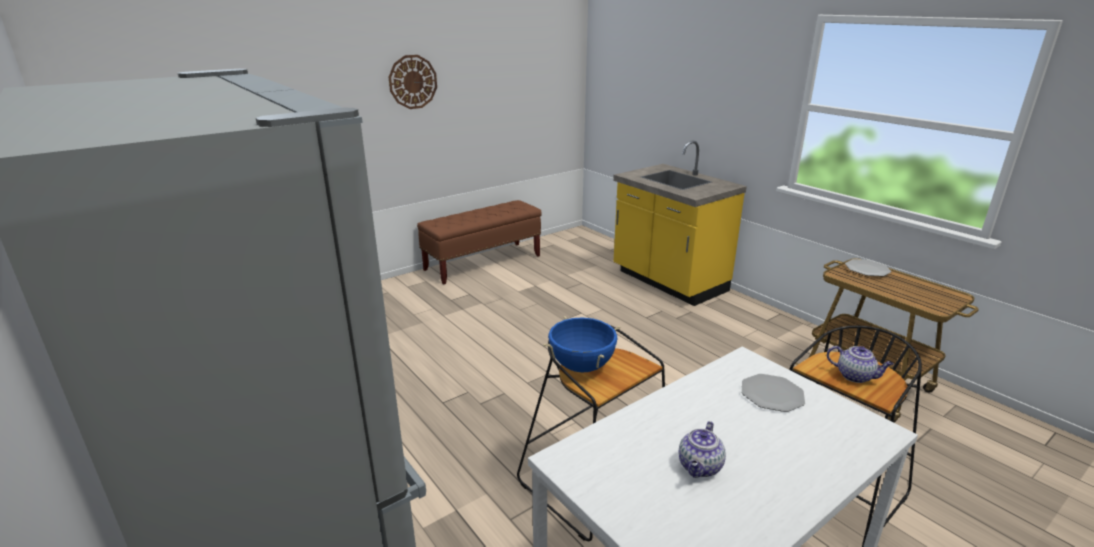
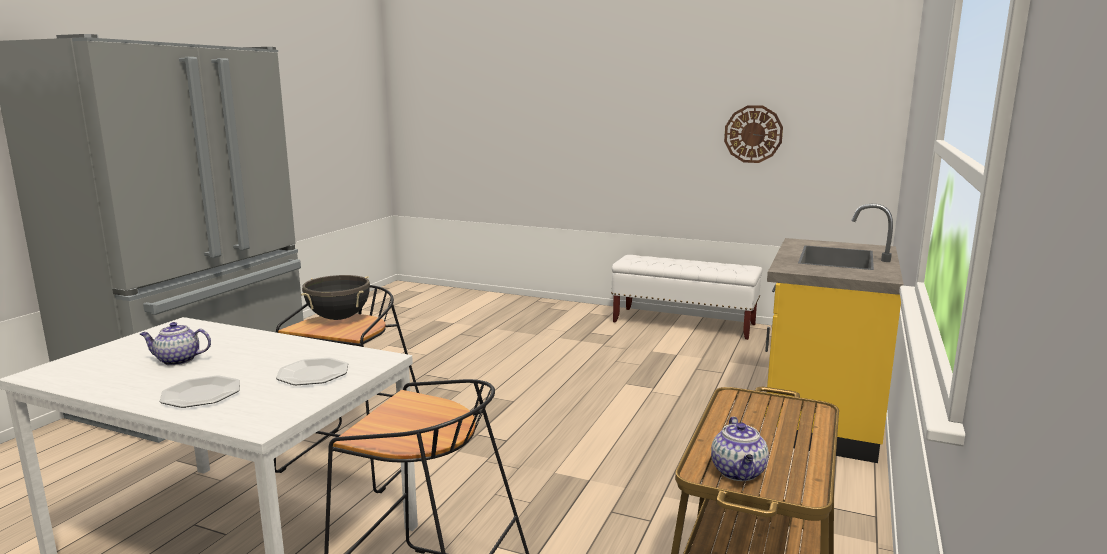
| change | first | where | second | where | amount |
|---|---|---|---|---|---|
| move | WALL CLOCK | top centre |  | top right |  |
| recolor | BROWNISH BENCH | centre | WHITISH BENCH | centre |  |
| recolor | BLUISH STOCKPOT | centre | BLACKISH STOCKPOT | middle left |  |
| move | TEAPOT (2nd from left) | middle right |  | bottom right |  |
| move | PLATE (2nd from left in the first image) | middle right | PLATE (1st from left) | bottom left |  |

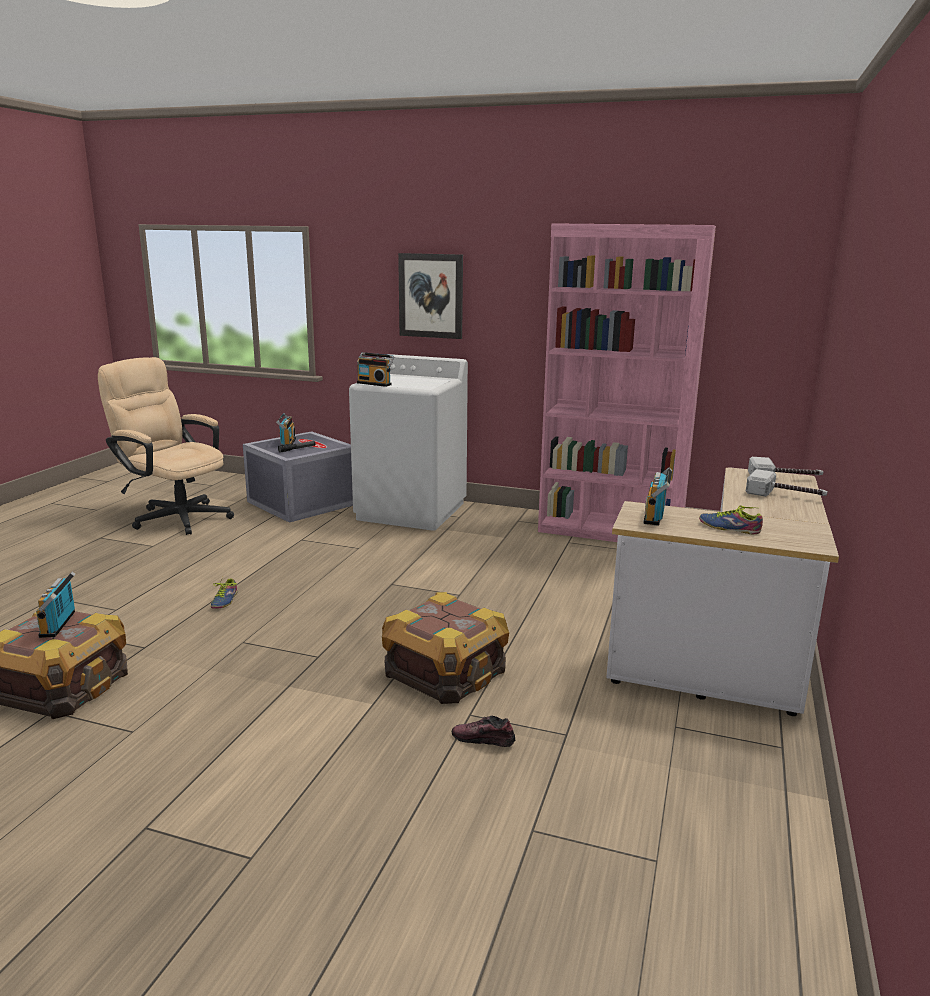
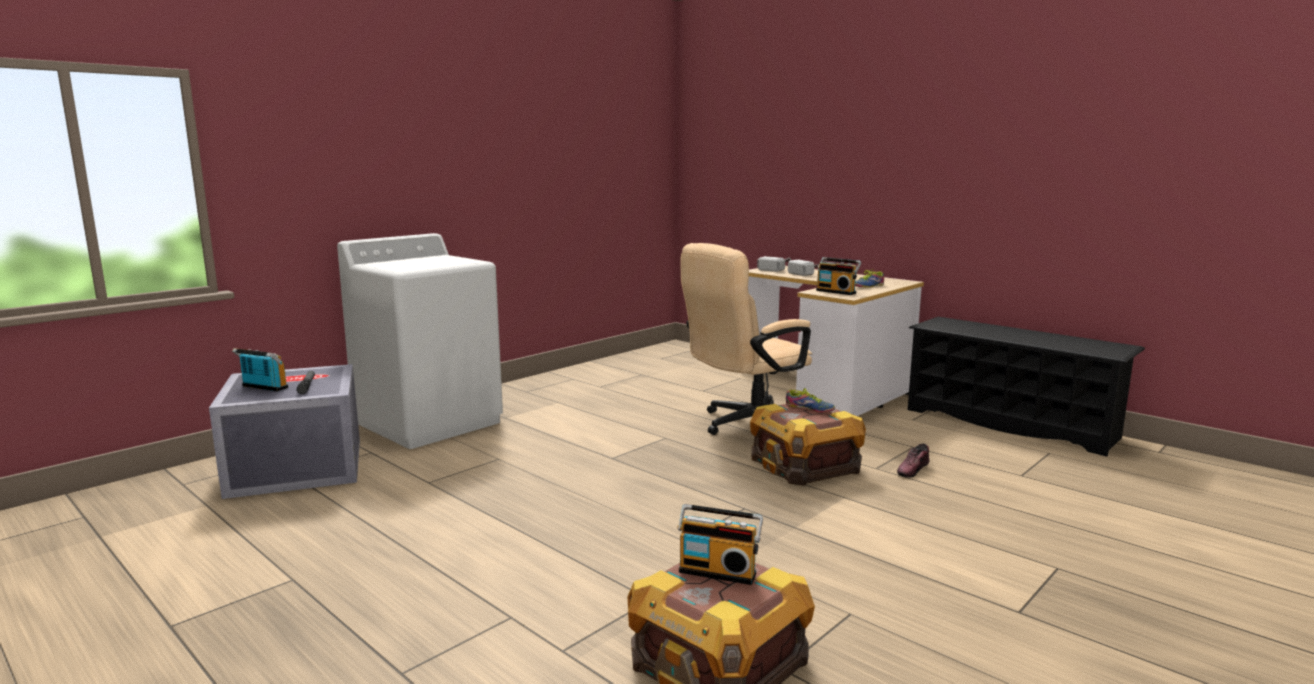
| change | first | where | second | where | amount |
|---|---|---|---|---|---|
| move | BEIGE DESK CHAIR | middle left |  | centre |  |
| move | SHOE (1st from left) | middle left |  | centre |  |
| delete | RADIO (3rd from left) | centre |  |  |  |
| delete | PICTURE | top centre |  |  |  |
| delete | PINKISH BOOKSHELF | middle right |  |  |  |
| insert |  |  | BLACKISH SHOE RACK | middle right |  |

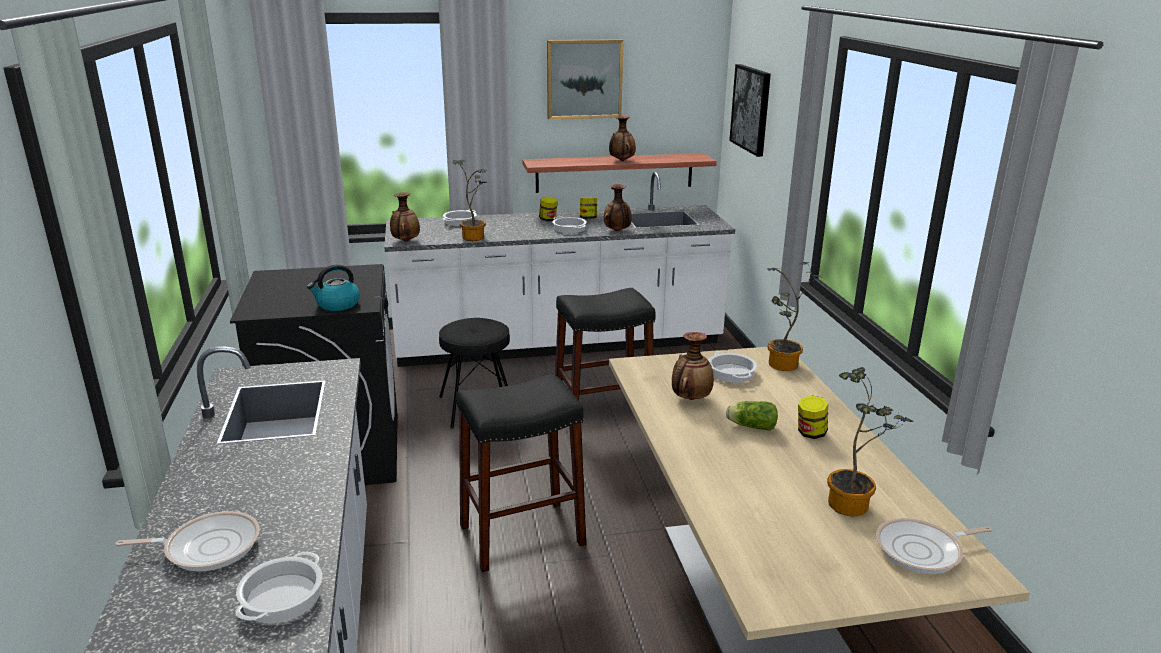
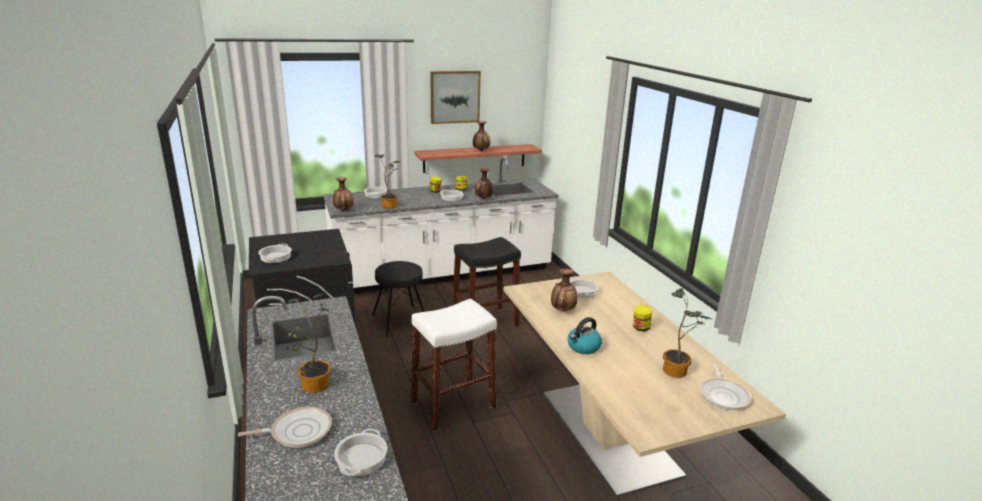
| change | first | where | second | where | amount |
|---|---|---|---|---|---|
| move | WATER KETTLE | middle left |  | bottom centre |  |
| recolor | BLACKISH STOOL (2nd from left) | bottom centre | WHITISH STOOL | bottom centre |  |
| delete | LETTUCE HEAD | centre |  |  |  |
| delete | PICTURE (2nd from left) | top centre |  |  |  |
| move | POTTED PLANT (2nd from left in the first image) | middle right | POTTED PLANT (1st from left) | bottom left |  |
| rotate | SKILLET (2nd from left) | bottom right |  | bottom right | 60 degrees counterclockwise |
| insert |  |  | STOCKPOT (1st from left) | middle left |  |

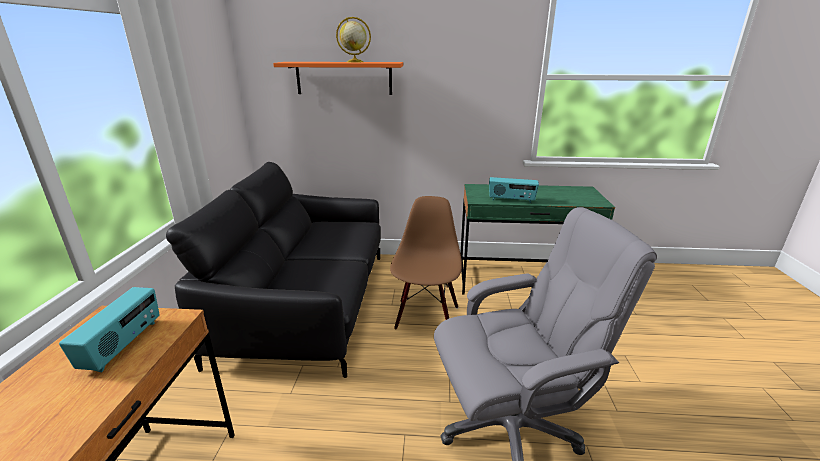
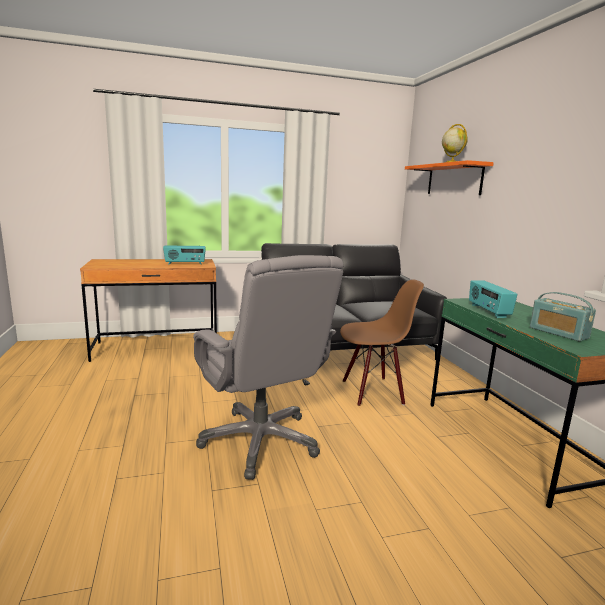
| change | first | where | second | where | amount |
|---|---|---|---|---|---|
| insert |  |  | RADIO (3rd from left) | middle right |  |

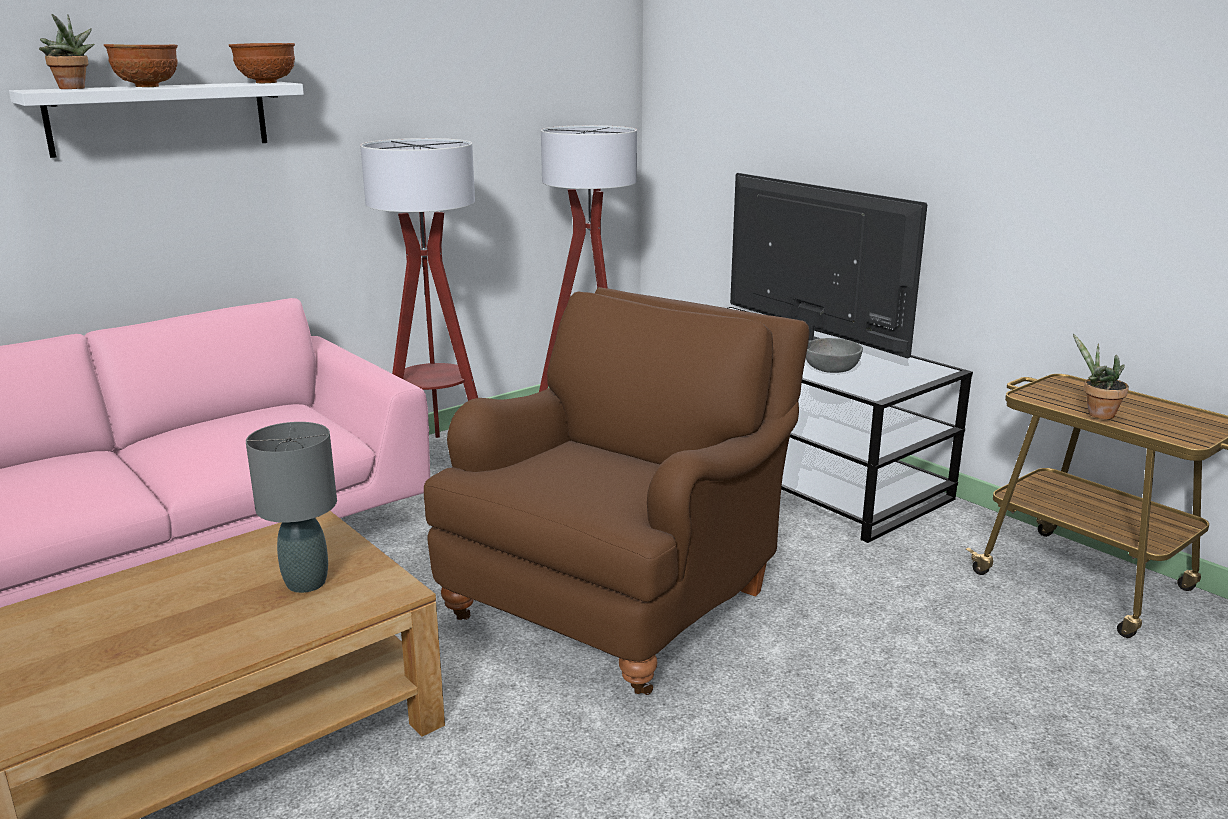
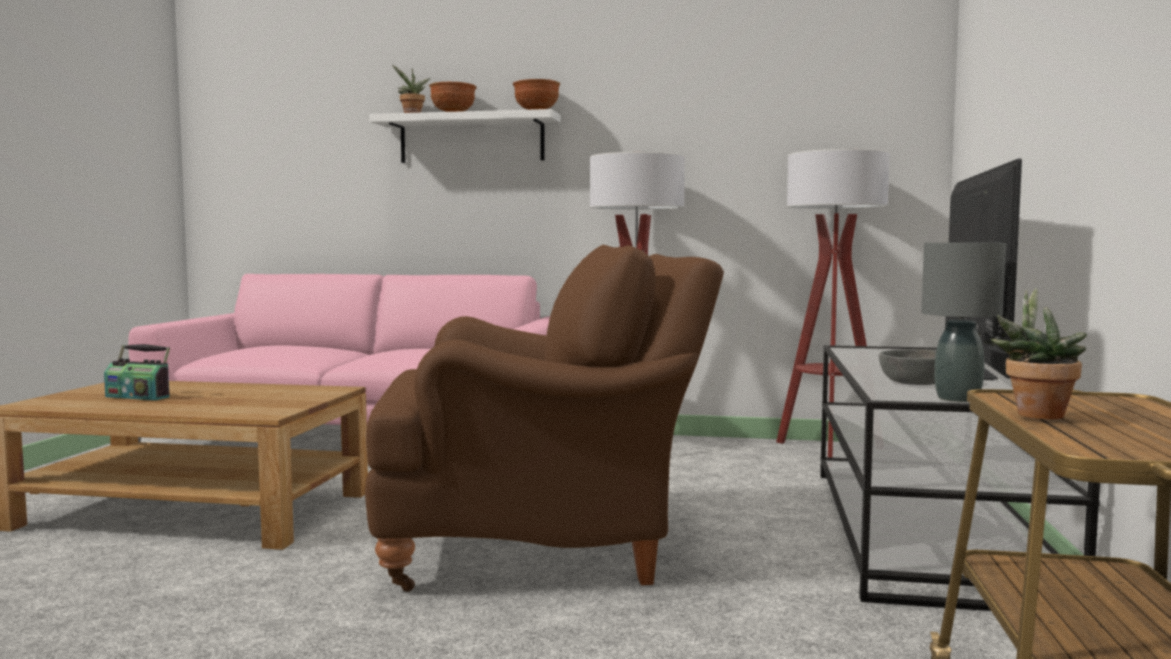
| change | first | where | second | where | amount |
|---|---|---|---|---|---|
| move | GRAY TABLETOP LAMP | middle left |  | middle right |  |
| insert |  |  | RADIO | middle left |  |

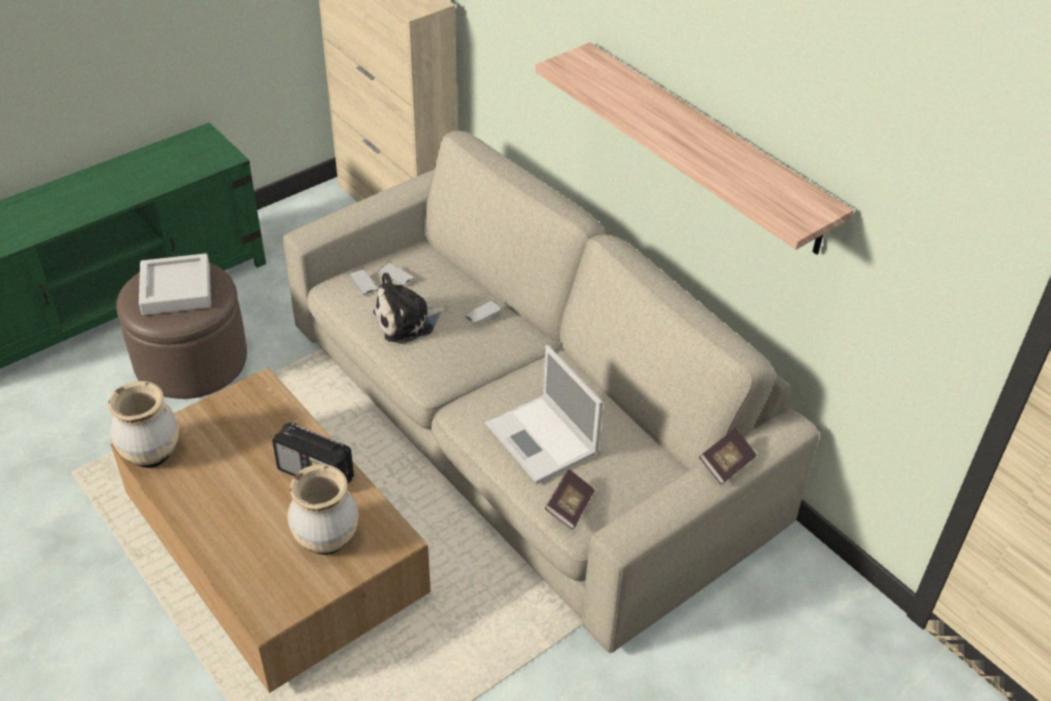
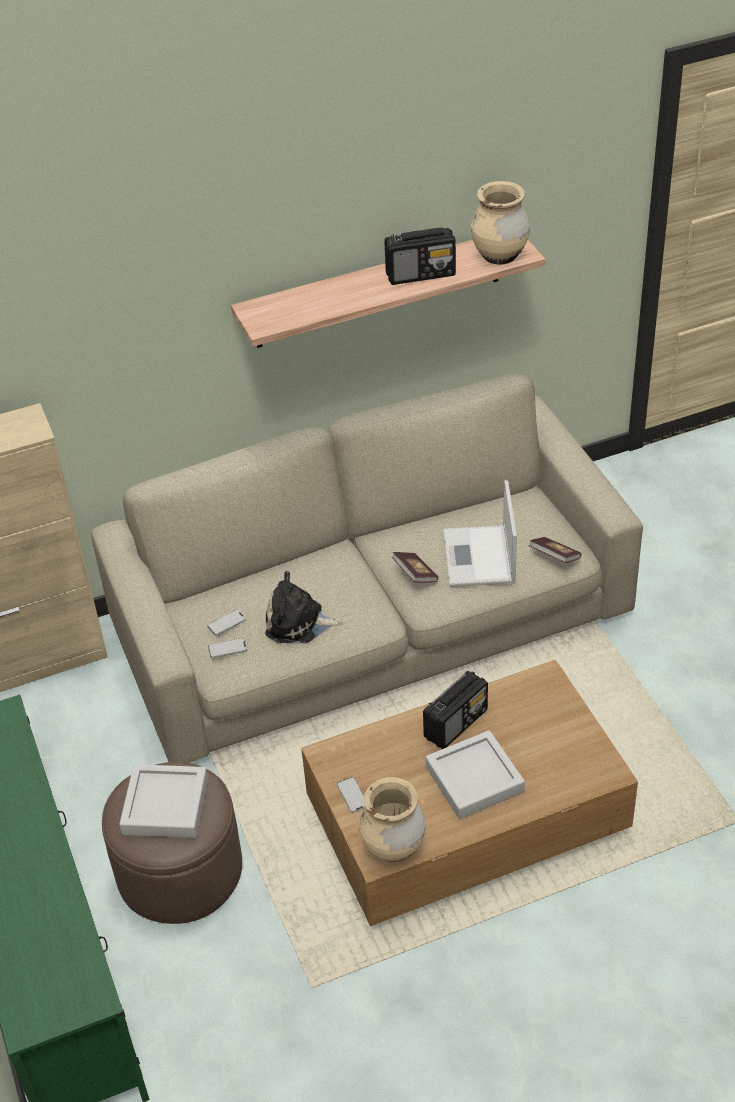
| change | first | where | second | where | amount |
|---|---|---|---|---|---|
| move | BEIGE VASE (2nd from left) | bottom left |  | top right |  |
| rotate | SOFT TOY | centre |  | centre | 105 degrees clockwise |
| move | TELEPHONE (3rd from left) | centre |  | bottom centre |  |
| rotate | LAPTOP | centre |  | centre | 105 degrees clockwise |
| move | VOLUME (2nd from left in the first image) | middle right | VOLUME (1st from left) | centre |  |
| insert |  |  | RADIO (1st from left) | top centre |  |
| insert |  |  | GRAY TRAY (2nd from left) | bottom centre |  |

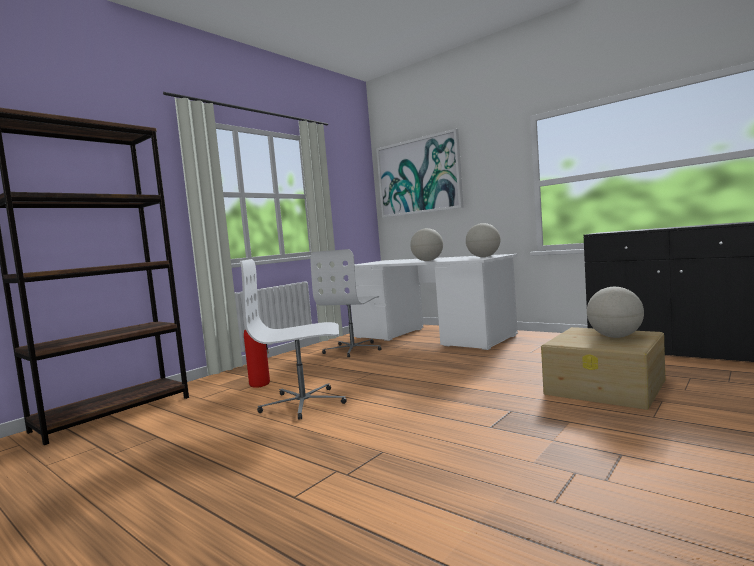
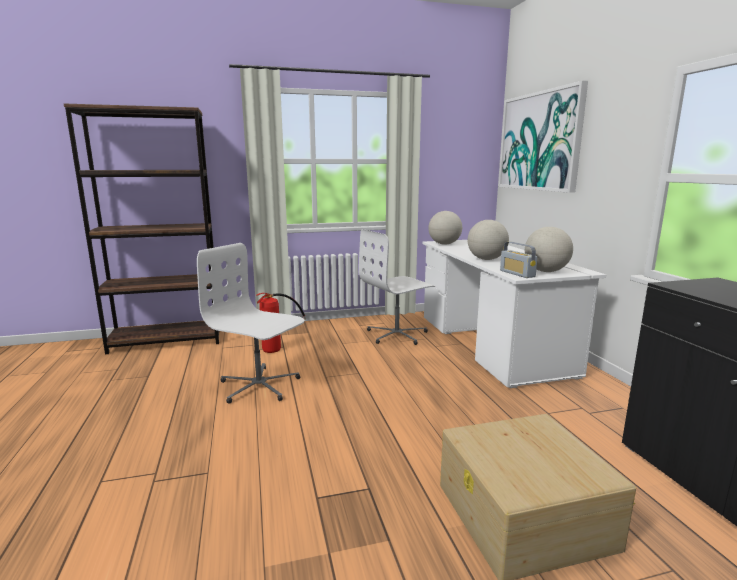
| change | first | where | second | where | amount |
|---|---|---|---|---|---|
| move | WORLD GLOBE (3rd from left in the first image) | middle right | WORLD GLOBE (1st from left) | centre |  |
| insert |  |  | RADIO | middle right |  |

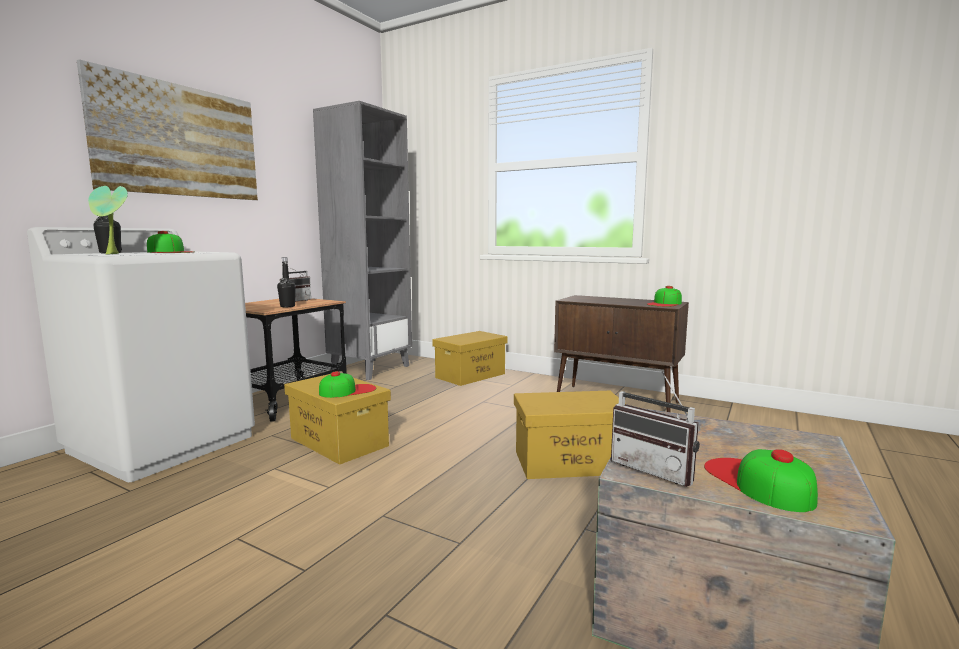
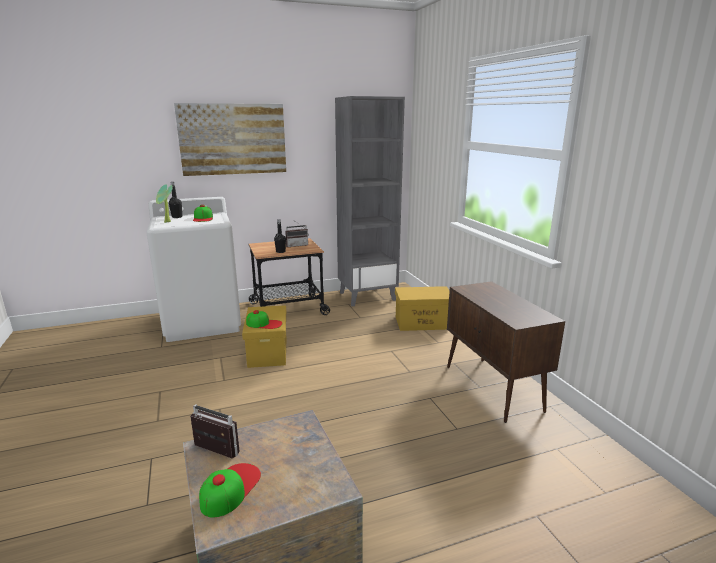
| change | first | where | second | where | amount |
|---|---|---|---|---|---|
| delete | YELLOWISH STORAGE BOX (3rd from left) | bottom centre |  |  |  |
| rotate | RADIO (2nd from left in the first image) | middle right | RADIO (1st from left) | bottom left | 120 degrees clockwise |
| delete | CAP (3rd from left) | middle right |  |  |  |

